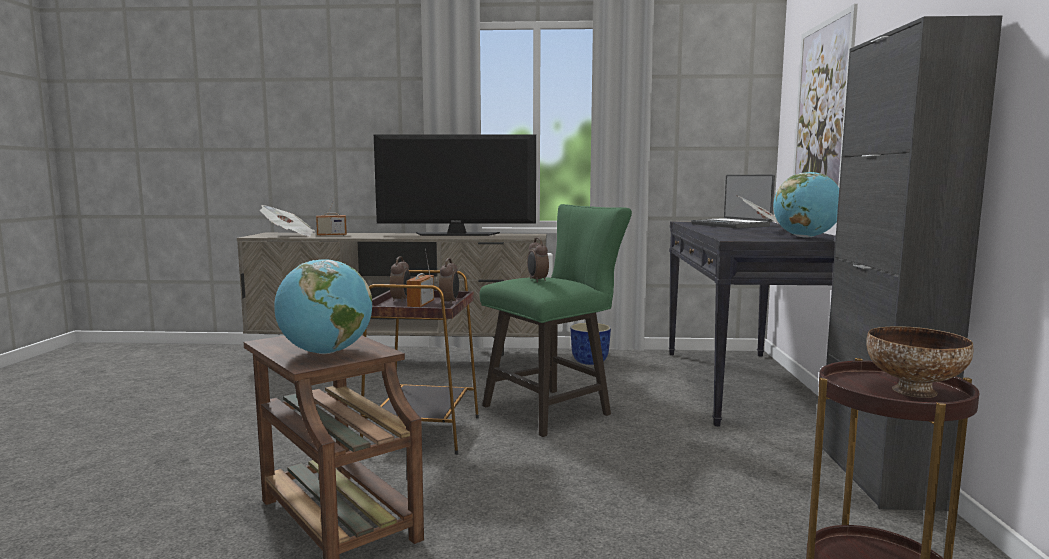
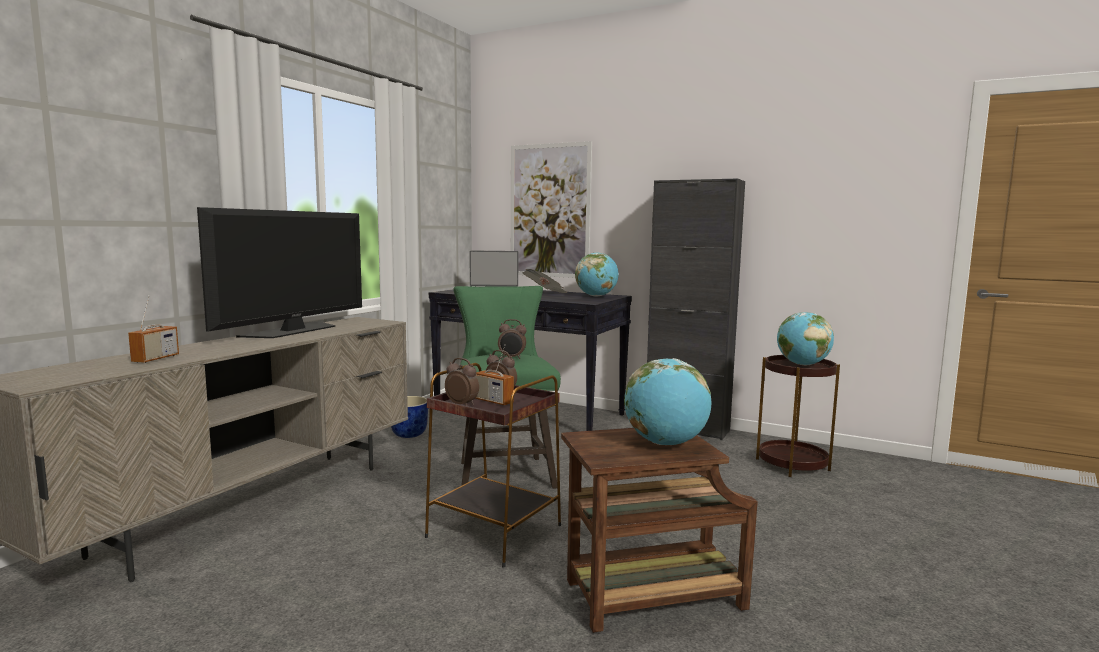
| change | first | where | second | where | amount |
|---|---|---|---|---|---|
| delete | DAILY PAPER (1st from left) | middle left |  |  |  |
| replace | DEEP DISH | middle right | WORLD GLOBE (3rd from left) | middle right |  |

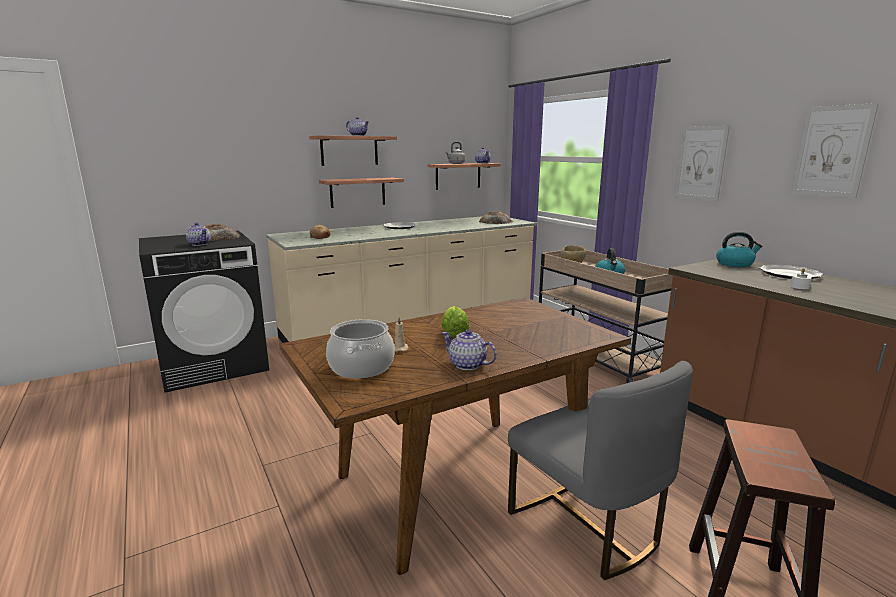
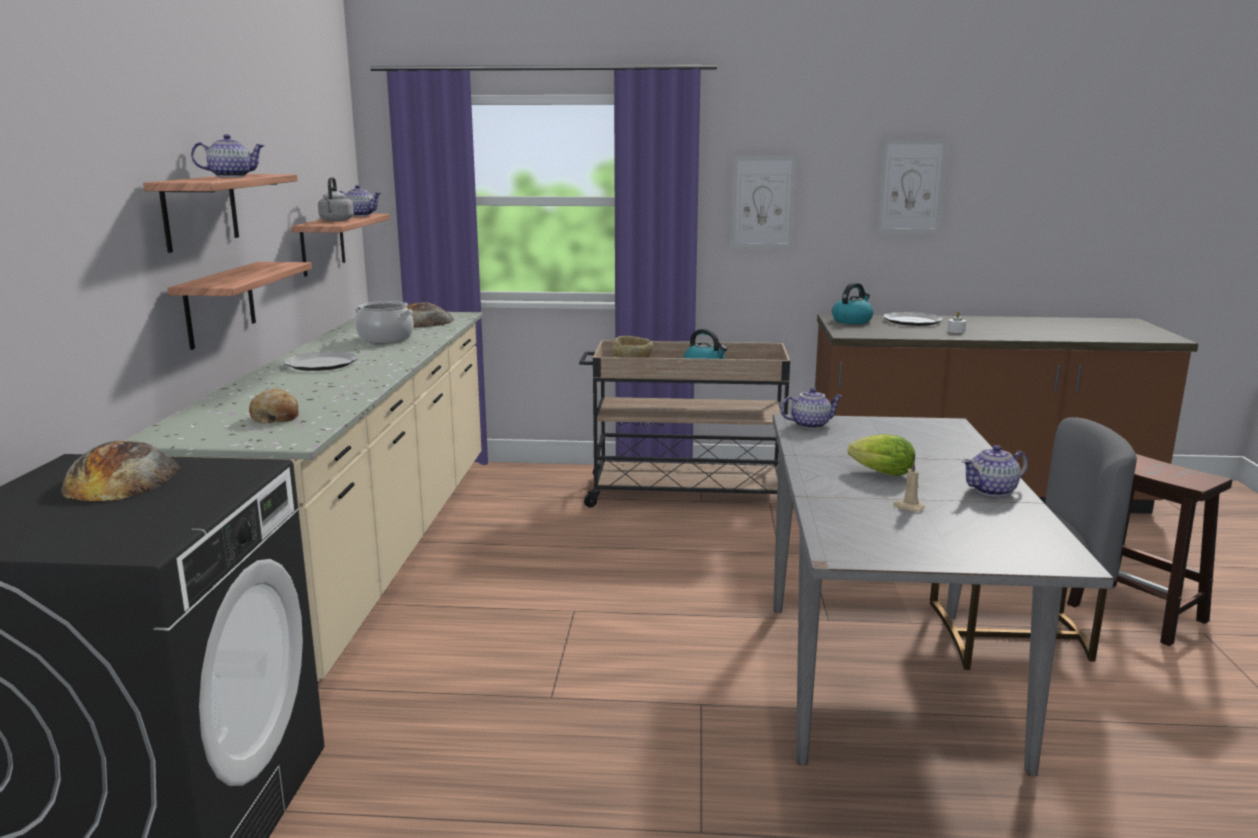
| change | first | where | second | where | amount |
|---|---|---|---|---|---|
| move | TEAPOT (1st from left in the first image) | middle left | TEAPOT (3rd from left) | centre |  |
| recolor | BROWNISH DINNER TABLE | bottom centre | GRAY DINNER TABLE | bottom right |  |
| move | STOCKPOT | centre |  | middle left |  |

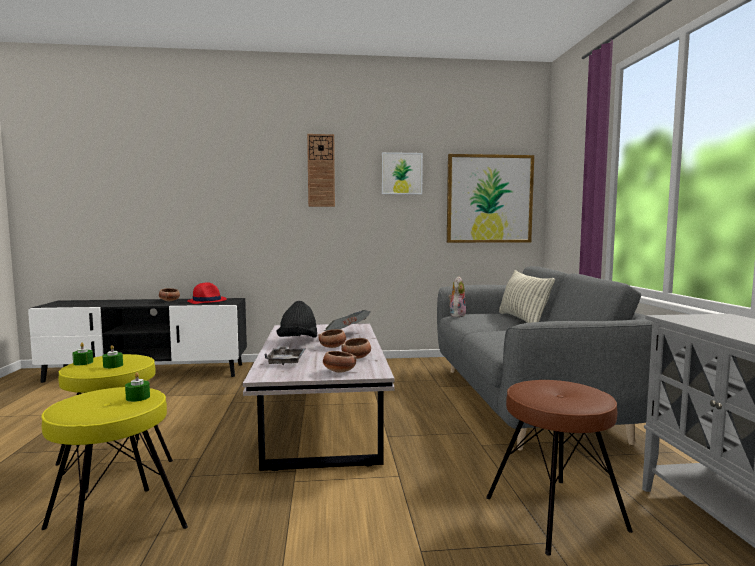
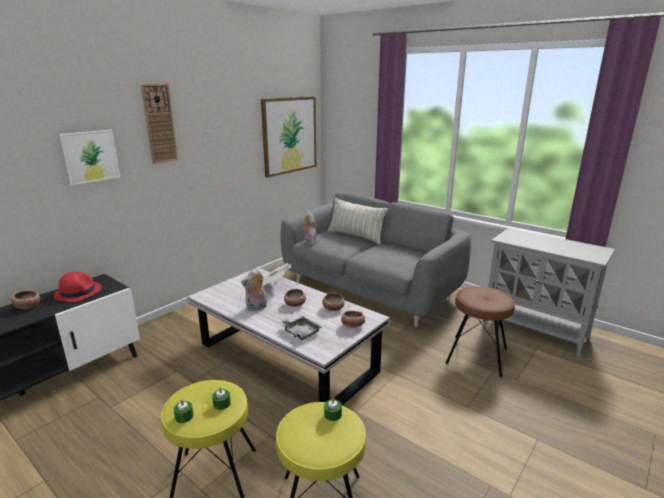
| change | first | where | second | where | amount |
|---|---|---|---|---|---|
| replace | BLACKISH CLOTHING HAT | centre | SOFT TOY (1st from left) | centre |  |
| move | PICTURE (1st from left) | top centre |  | top left |  |

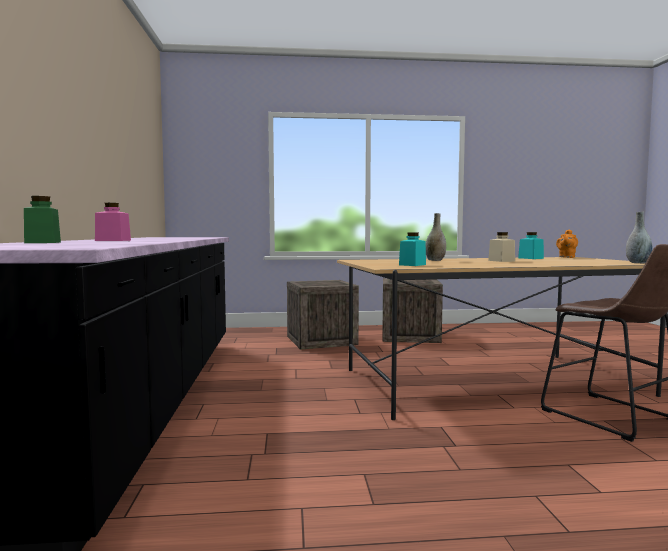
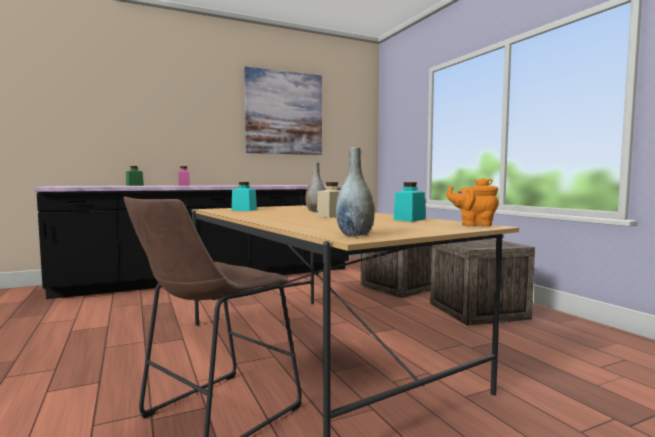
| change | first | where | second | where | amount |
|---|---|---|---|---|---|
| insert |  |  | PICTURE | top centre |  |

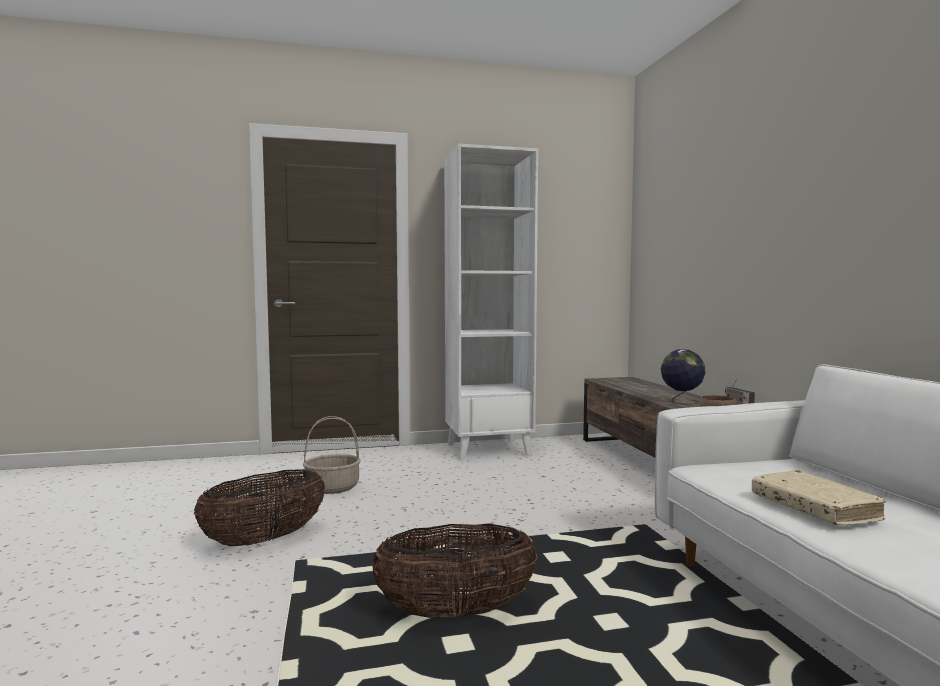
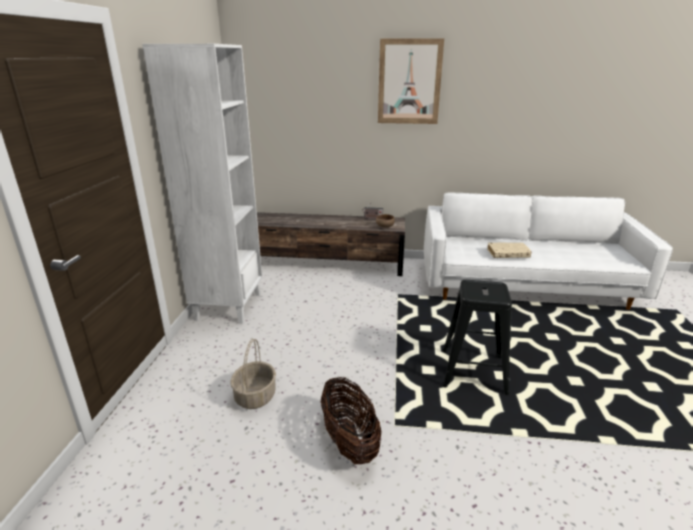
| change | first | where | second | where | amount |
|---|---|---|---|---|---|
| replace | BASKET (3rd from left) | bottom centre | BLACKISH STOOL | middle right |  |
| delete | WORLD GLOBE | middle right |  |  |  |
| insert |  |  | PICTURE | top centre |  |

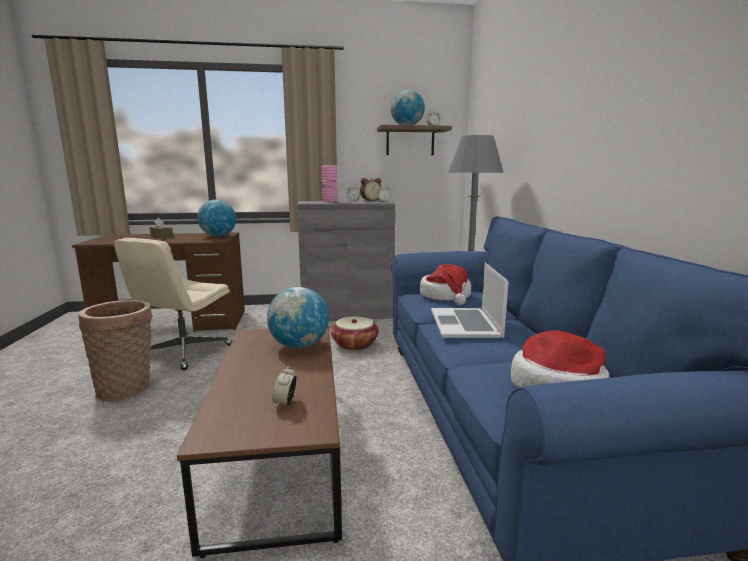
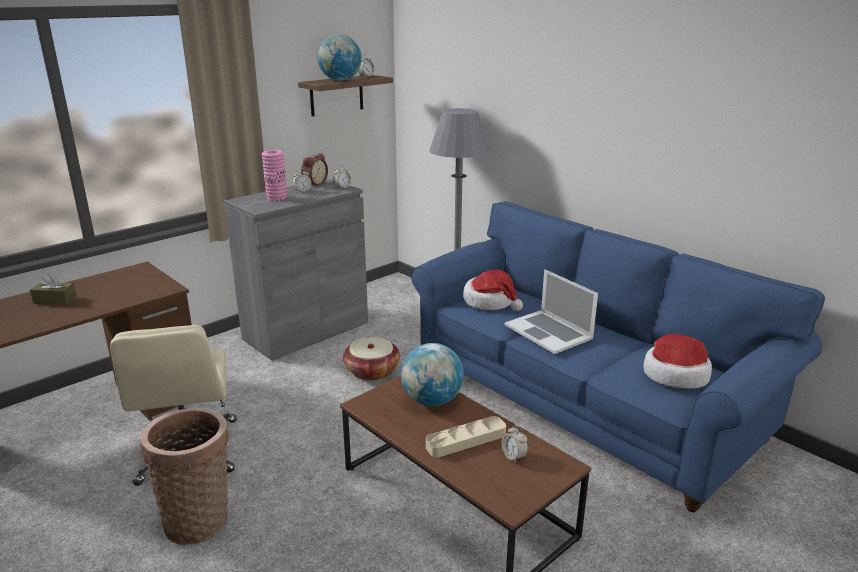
| change | first | where | second | where | amount |
|---|---|---|---|---|---|
| delete | WORLD GLOBE (1st from left) | middle left |  |  |  |
| insert |  |  | BEIGE TRAY | bottom centre |  |

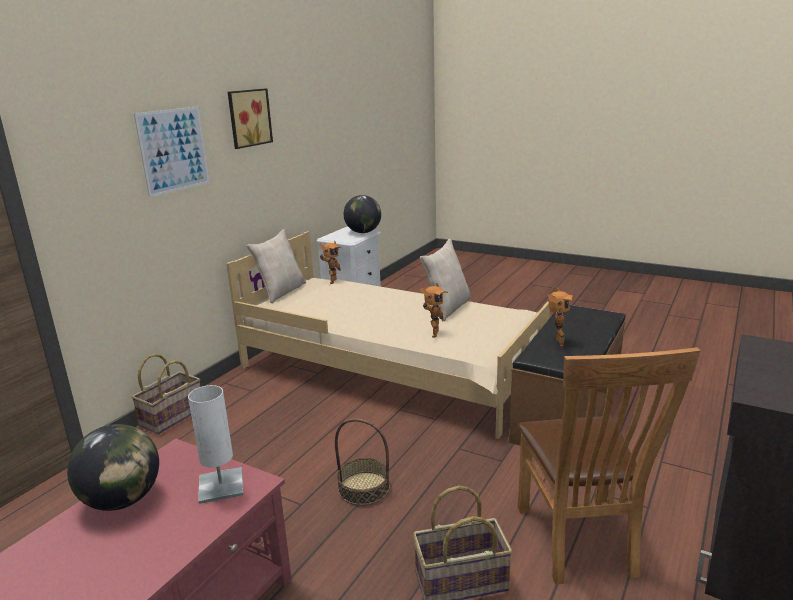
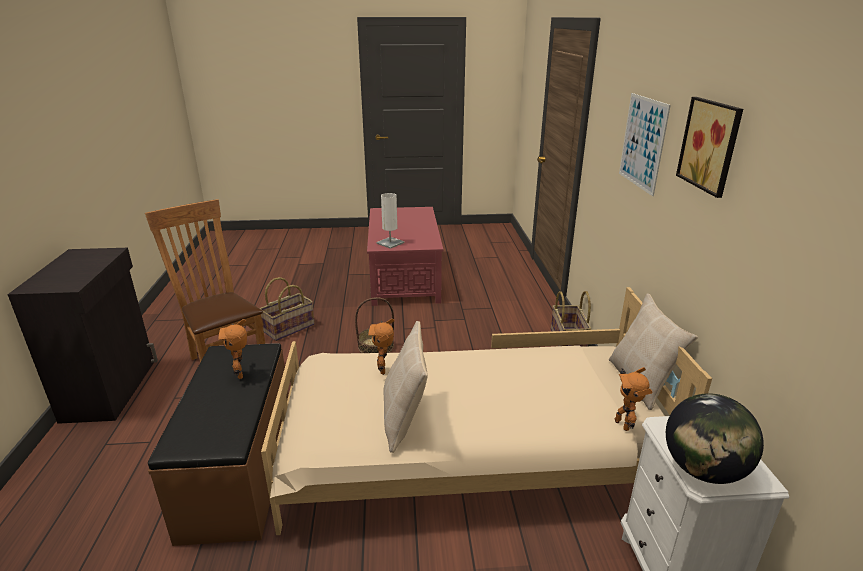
| change | first | where | second | where | amount |
|---|---|---|---|---|---|
| delete | WORLD GLOBE (1st from left) | bottom left |  |  |  |

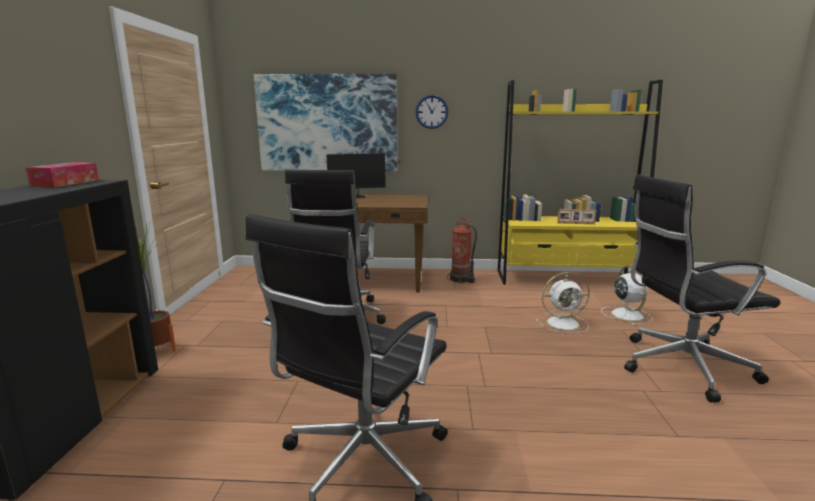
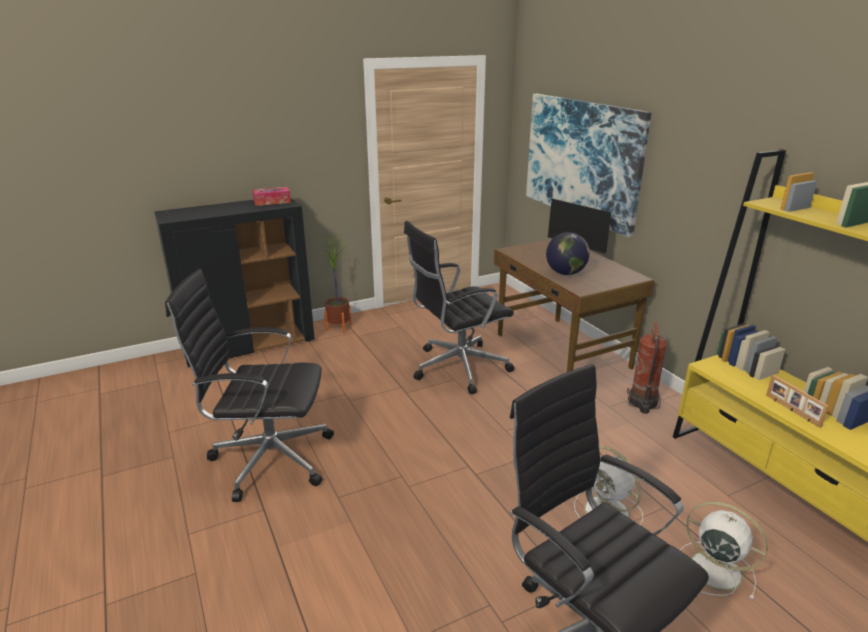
| change | first | where | second | where | amount |
|---|---|---|---|---|---|
| delete | WALL CLOCK | top centre |  |  |  |
| rotate | WHITISH COOLING FAN (2nd from left) | middle right |  | bottom right | 105 degrees counterclockwise |
| insert |  |  | WORLD GLOBE | centre |  |

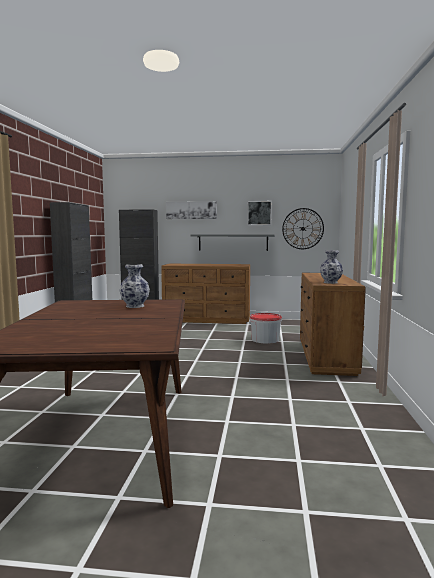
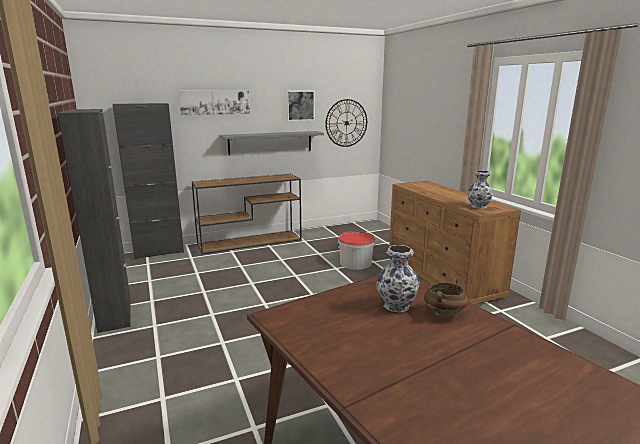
| change | first | where | second | where | amount |
|---|---|---|---|---|---|
| replace | BROWNISH DRAWER CHEST (1st from left) | centre | BROWNISH CONSOLE TABLE | centre |  |
| insert |  |  | BROWNISH STOCKPOT | bottom right |  |

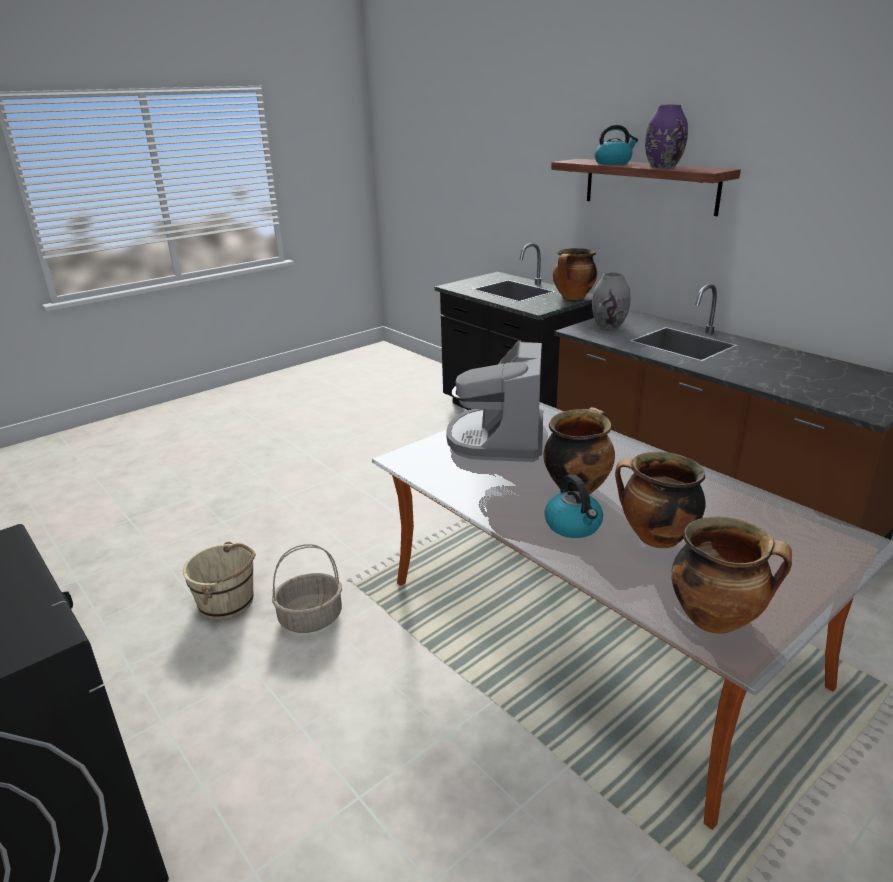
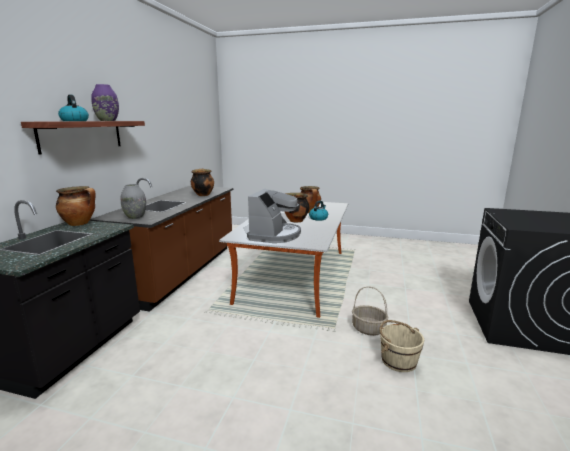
| change | first | where | second | where | amount |
|---|---|---|---|---|---|
| rotate | COFFEE MAKER | centre |  | centre | 45 degrees counterclockwise |
| move | STOCKPOT (4th from left in the first image) | middle right | STOCKPOT (2nd from left) | centre |  |

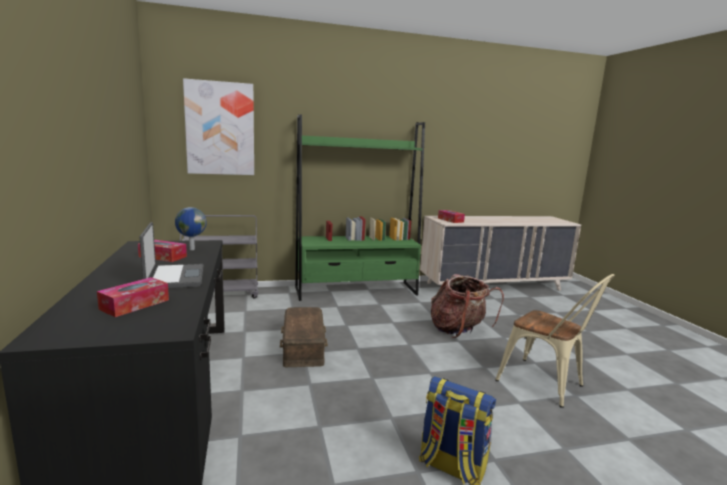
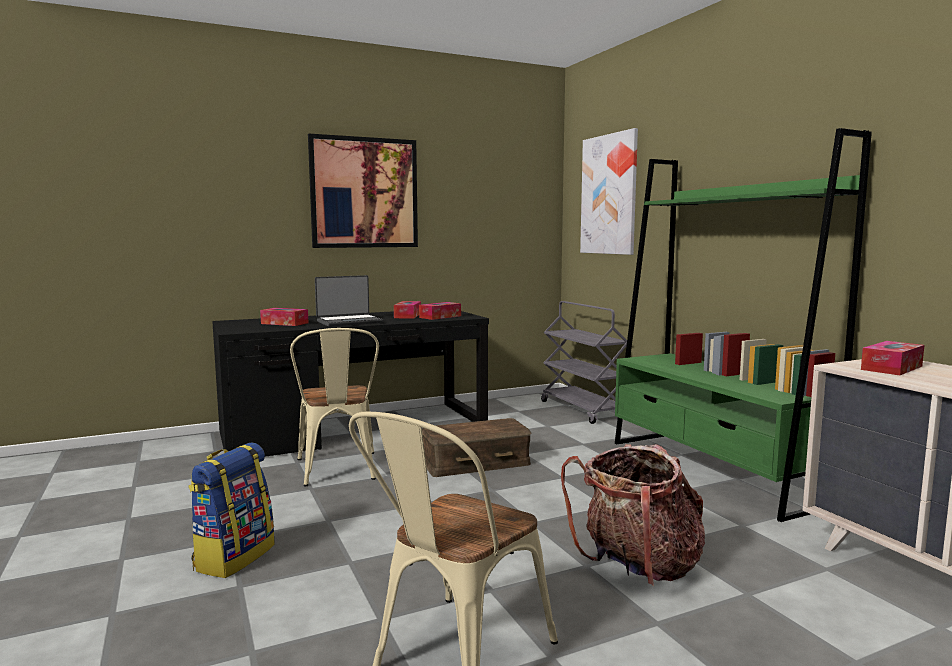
| change | first | where | second | where | amount |
|---|---|---|---|---|---|
| replace | WORLD GLOBE | middle left | BOX OF TISSUES (3rd from left) | centre |  |
| insert |  |  | BEIGE PLAIN CHAIR (1st from left) | centre |  |
| insert |  |  | PICTURE (1st from left) | top centre |  |

